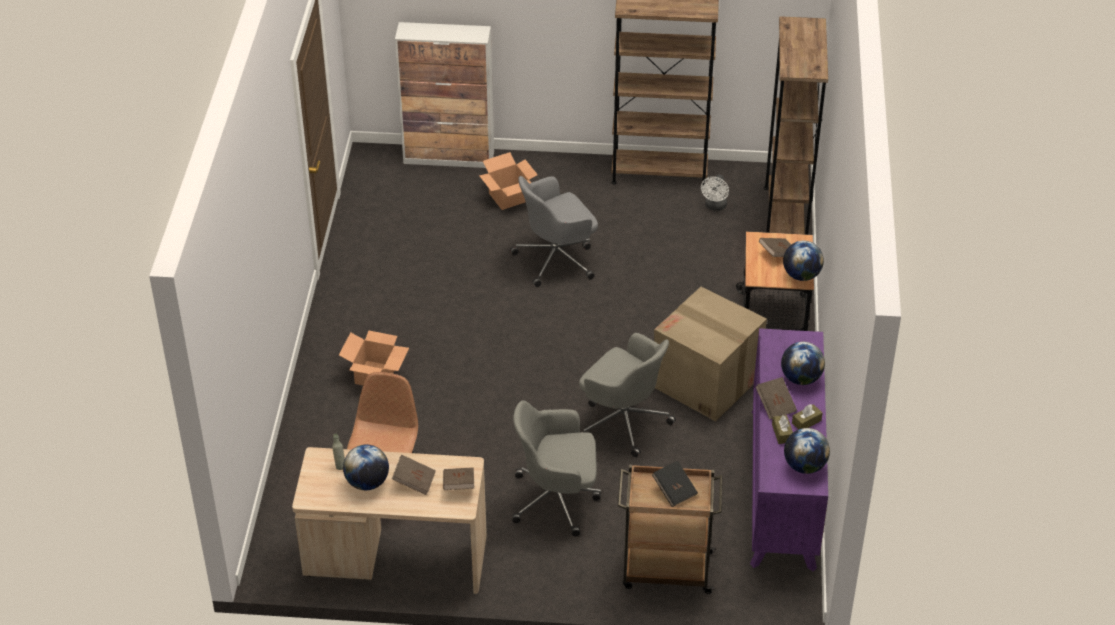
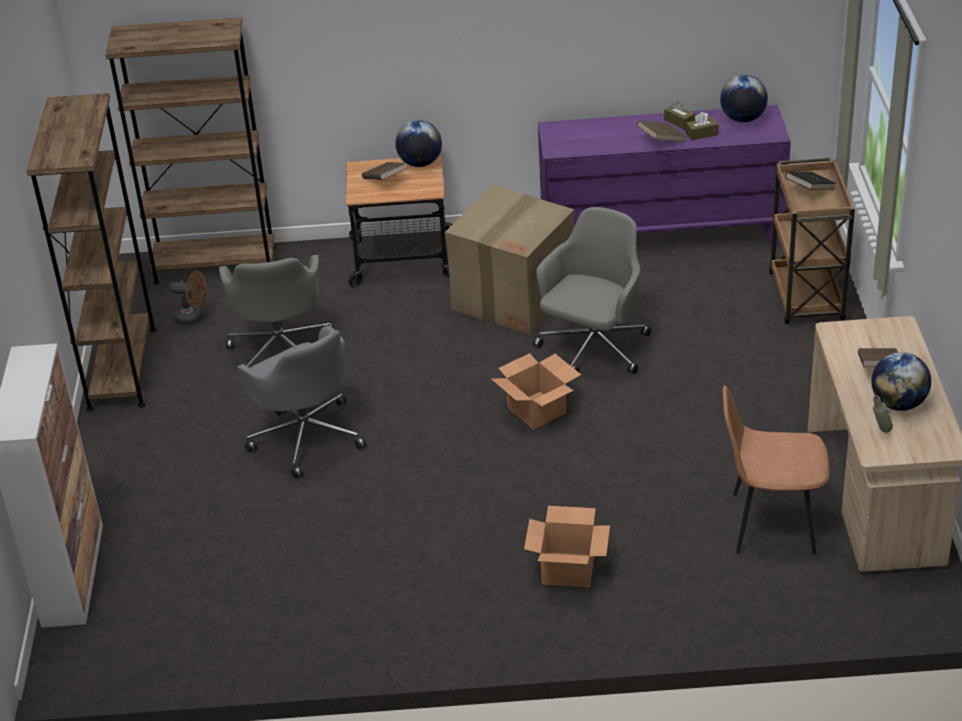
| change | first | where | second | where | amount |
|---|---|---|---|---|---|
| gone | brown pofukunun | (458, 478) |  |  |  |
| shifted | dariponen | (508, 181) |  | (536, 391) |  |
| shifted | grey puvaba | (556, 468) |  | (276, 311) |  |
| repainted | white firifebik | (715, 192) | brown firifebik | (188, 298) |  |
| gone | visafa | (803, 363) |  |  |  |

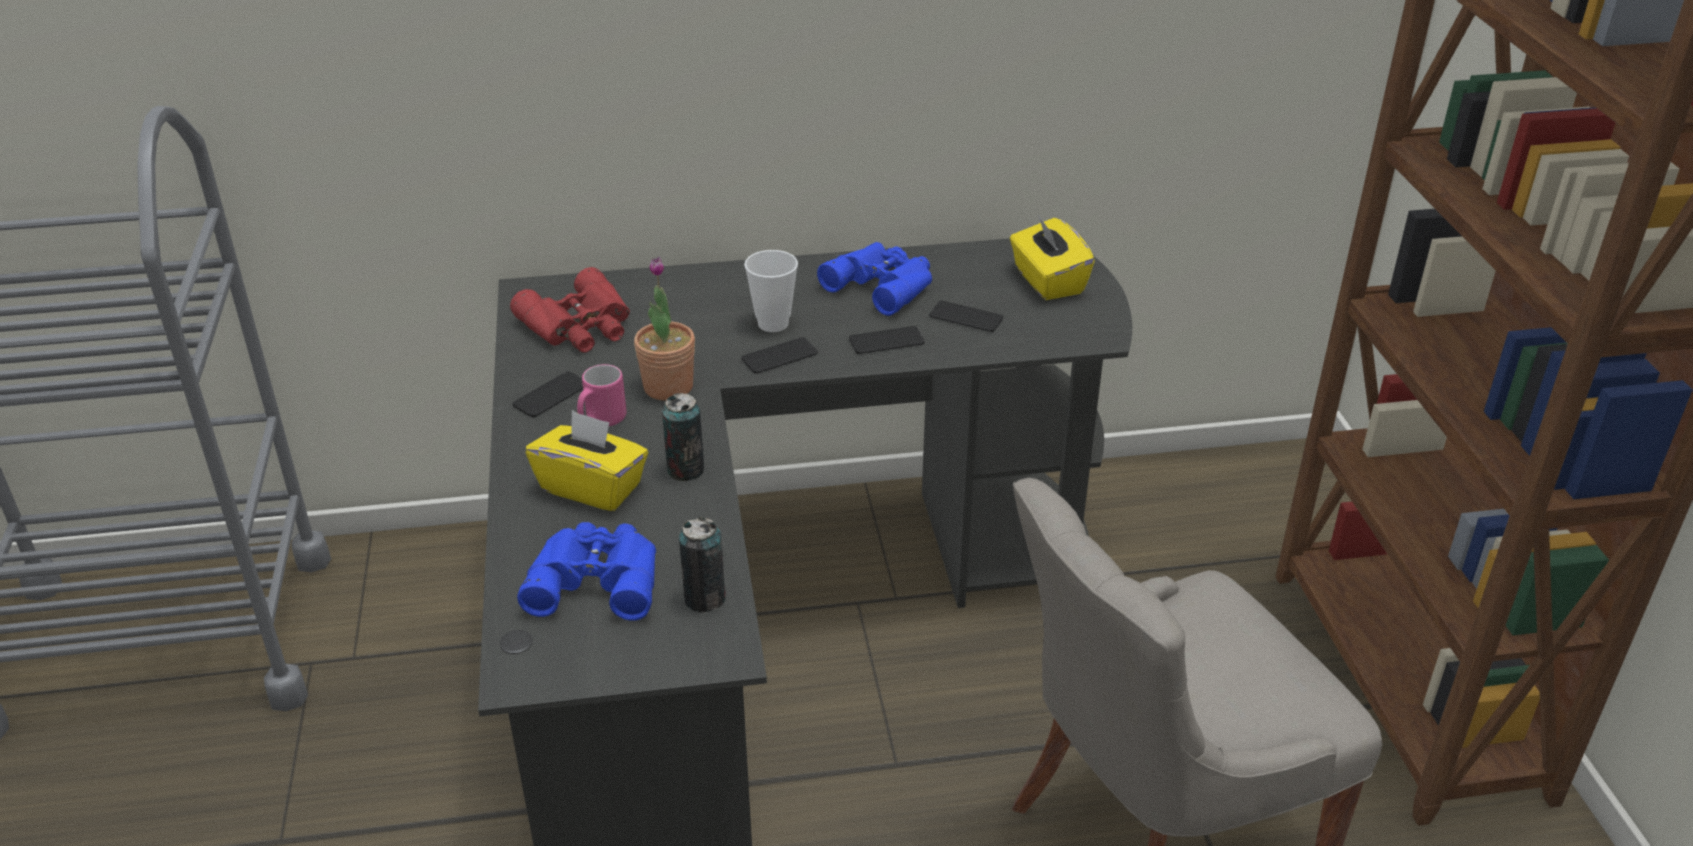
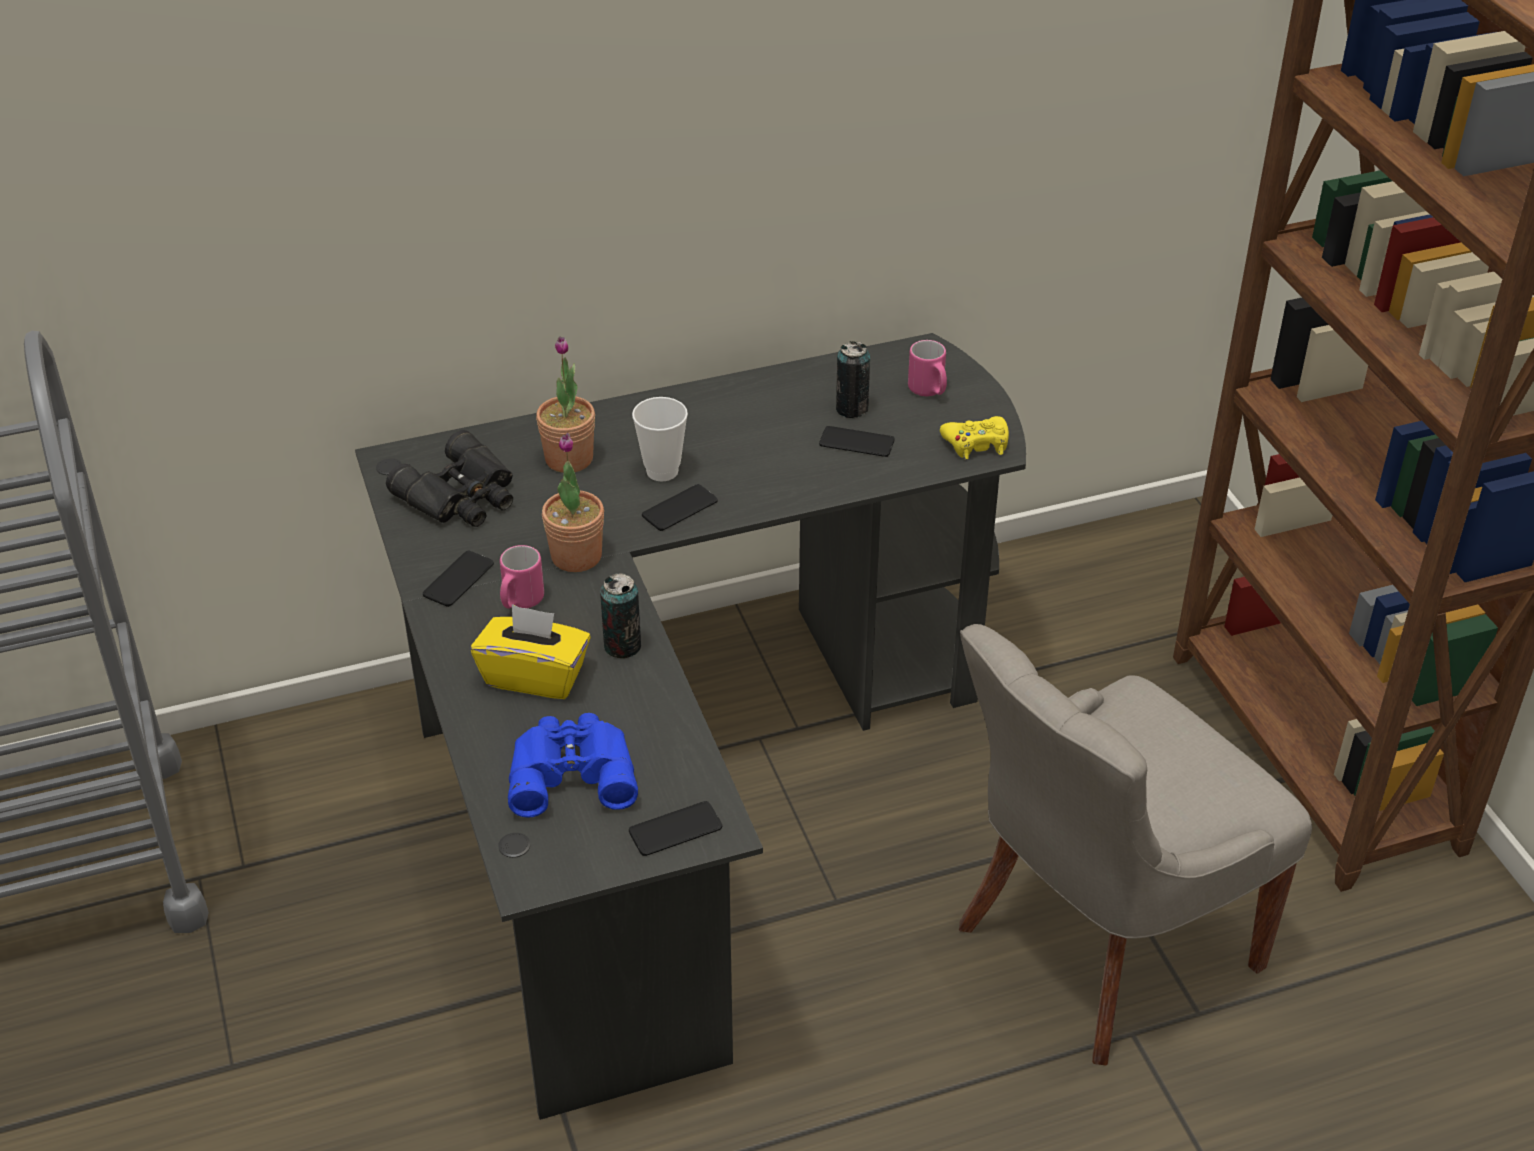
| change | first | where | second | where | amount |
|---|---|---|---|---|---|
| repainted | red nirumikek | (570, 310) | black nirumikek | (449, 478) |  |
| shifted | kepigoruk | (702, 565) |  | (853, 379) |  |
| gone | blue nirumikek | (874, 279) |  |  |  |
| shifted | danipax | (887, 340) |  | (675, 828) |  |
| swapped | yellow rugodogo | (1052, 257) | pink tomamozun | (927, 368) |  |
| new |  |  | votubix | (565, 404) |  |
| new |  |  | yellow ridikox | (974, 438) |  |

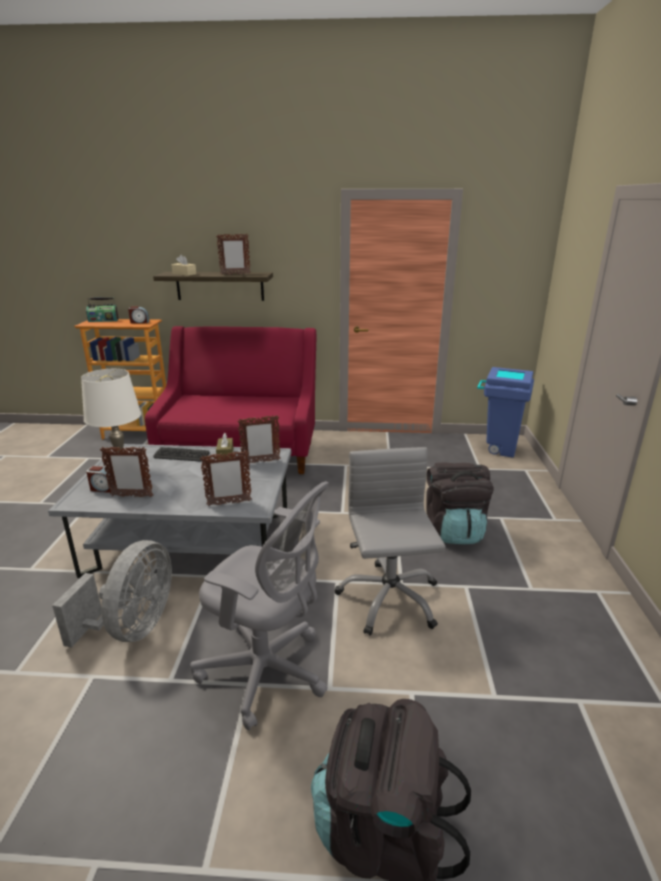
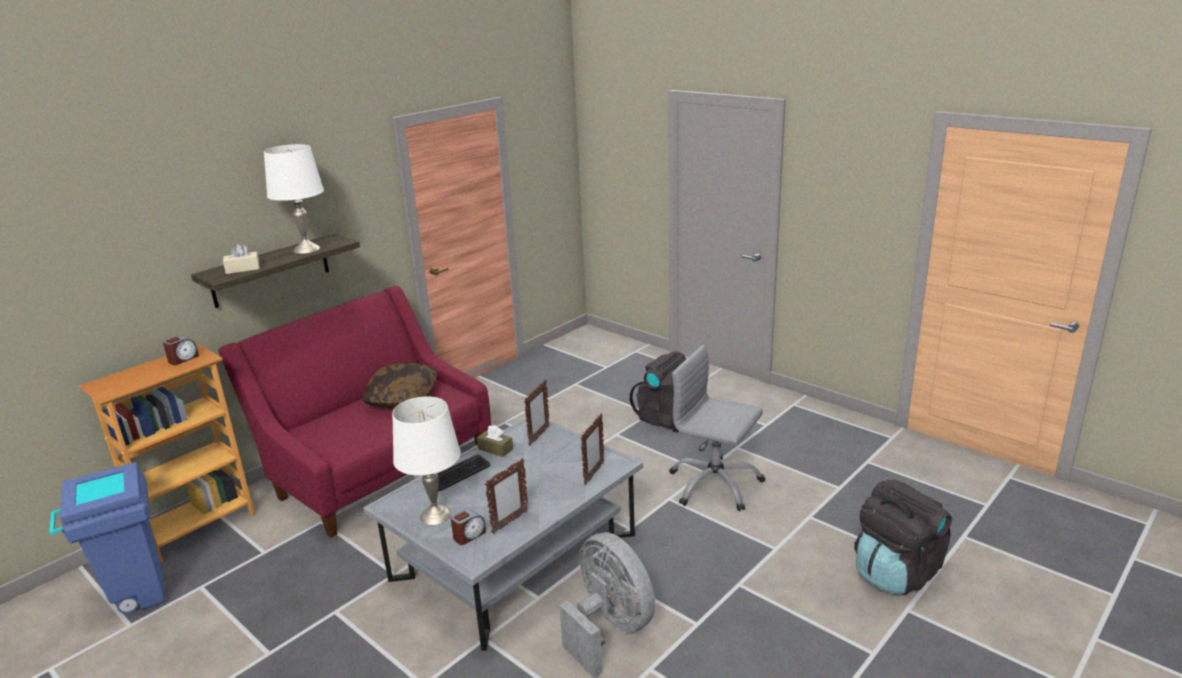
| change | first | where | second | where | amount |
|---|---|---|---|---|---|
| gone | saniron | (102, 309) |  |  |  |
| gone | grey puvaba | (259, 606) |  |  |  |
| swapped | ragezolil | (233, 254) | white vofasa | (294, 199) |  |
| shifted | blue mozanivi | (505, 412) |  | (107, 538) |  |
| new |  |  | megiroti | (399, 386) |  |

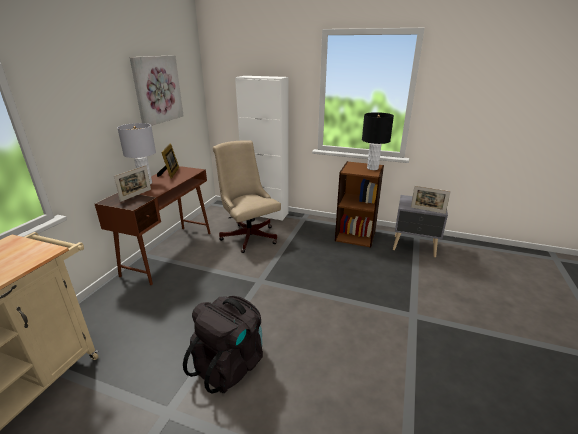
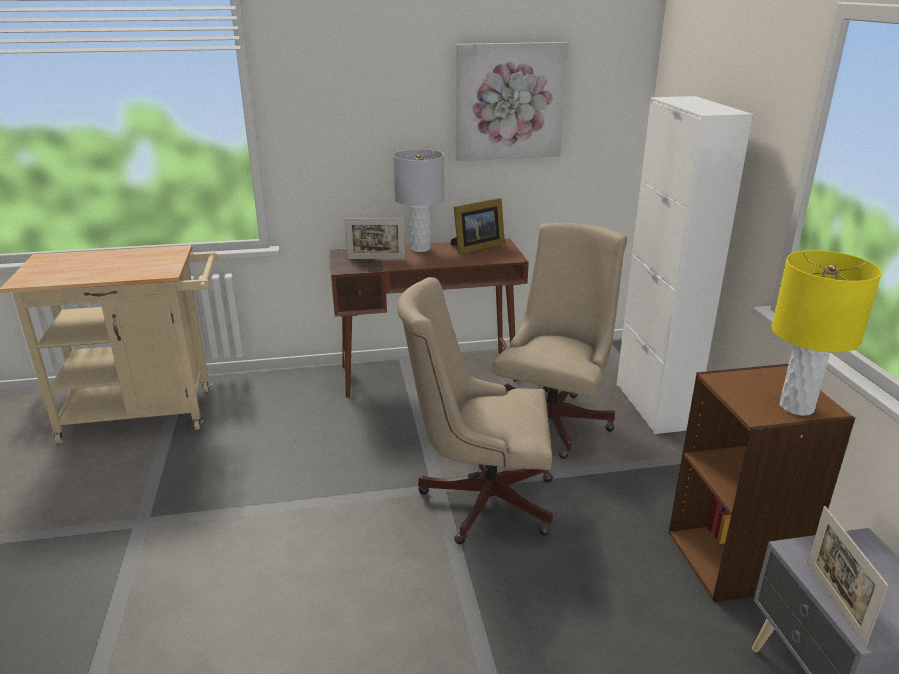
| change | first | where | second | where | amount |
|---|---|---|---|---|---|
| gone | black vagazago | (223, 344) |  |  |  |
| repainted | black vofasa | (378, 141) | yellow vofasa | (826, 333) |  |
| new |  |  | beige puvaba | (475, 410) |  |

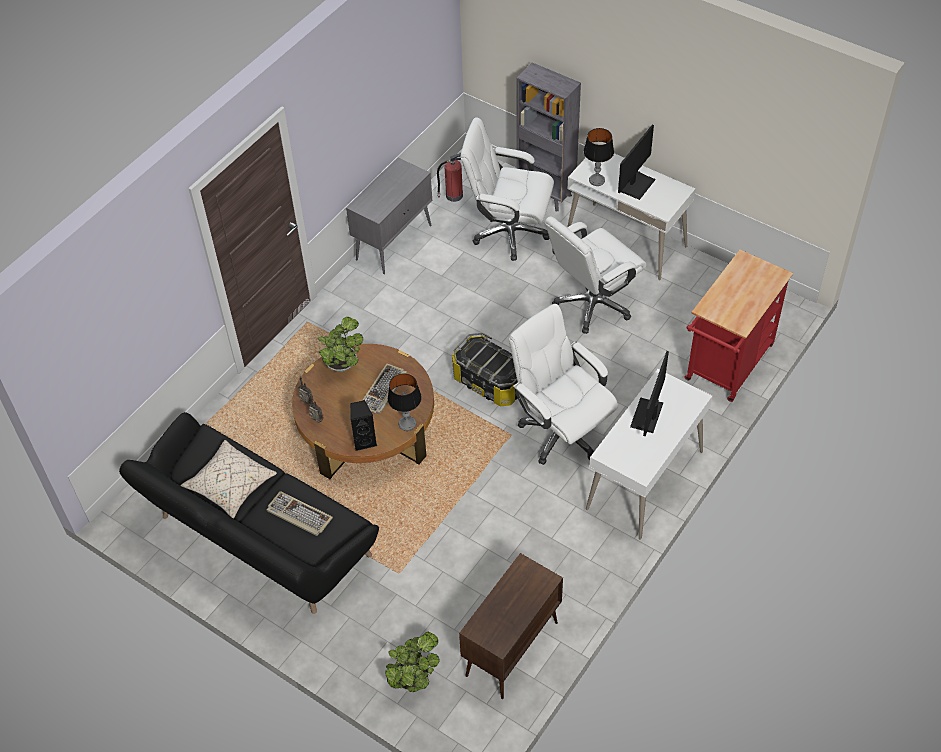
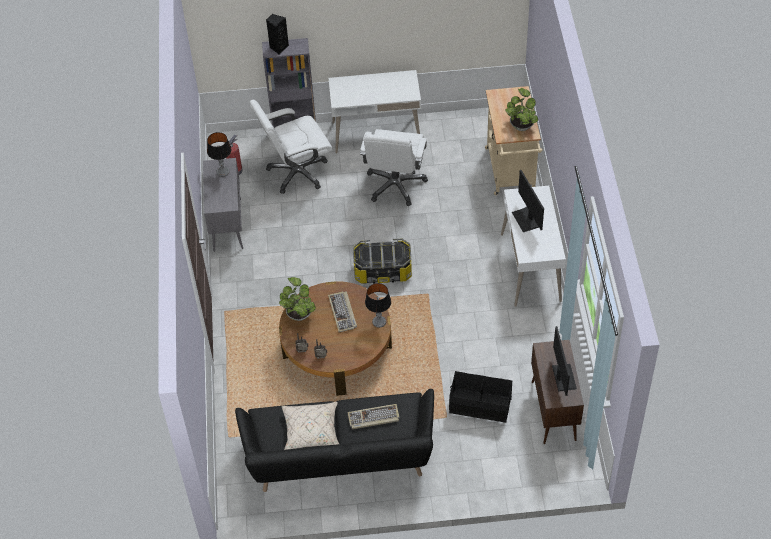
| change | first | where | second | where | amount |
|---|---|---|---|---|---|
| shifted | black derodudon | (363, 425) |  | (277, 34) |  |
| shifted | votubix | (412, 662) |  | (521, 109) |  |
| gone | white puvaba | (563, 384) |  |  |  |
| shifted | vofasa | (598, 157) |  | (219, 154) |  |
| shifted | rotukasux | (637, 162) |  | (564, 361) |  |
| repainted | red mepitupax | (738, 326) | beige mepitupax | (513, 140) |  |
| new |  |  | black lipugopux | (480, 397) |  |

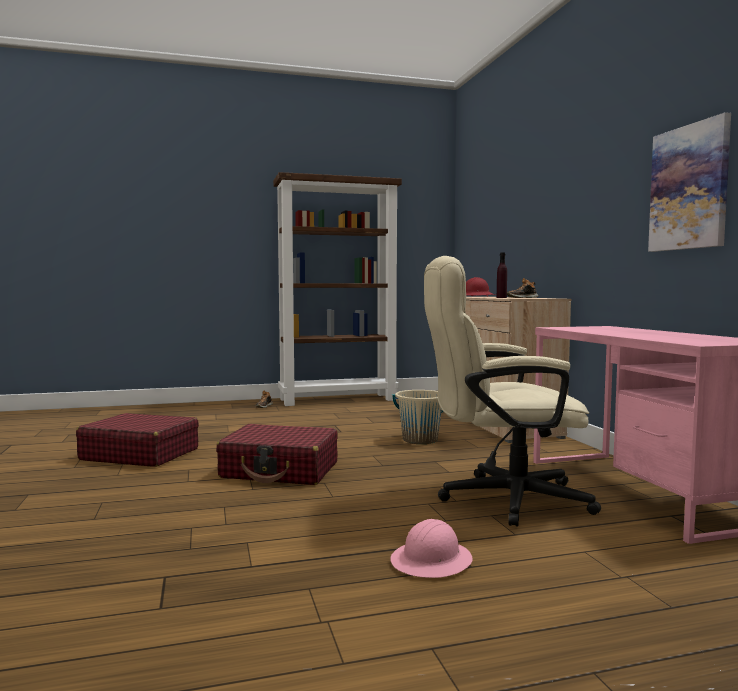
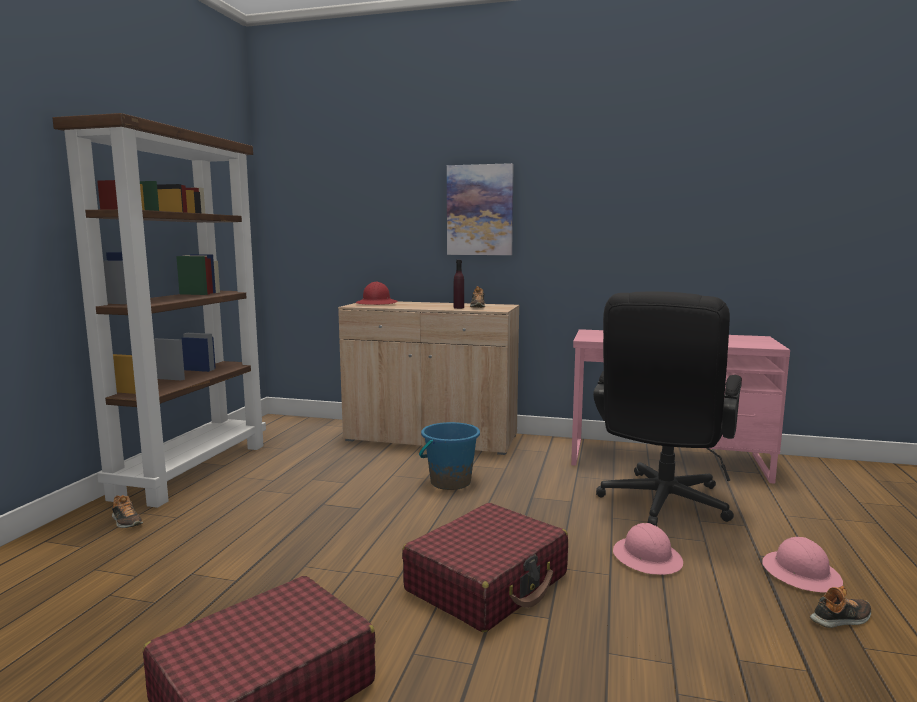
| change | first | where | second | where | amount |
|---|---|---|---|---|---|
| repainted | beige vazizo | (417, 417) | blue vazizo | (449, 456) |  |
| repainted | beige puvaba | (512, 391) | black puvaba | (667, 408) |  |
| shifted | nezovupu | (689, 182) |  | (480, 209) |  |
| new |  |  | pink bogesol | (648, 549) |  |
| new |  |  | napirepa | (840, 607) |  |

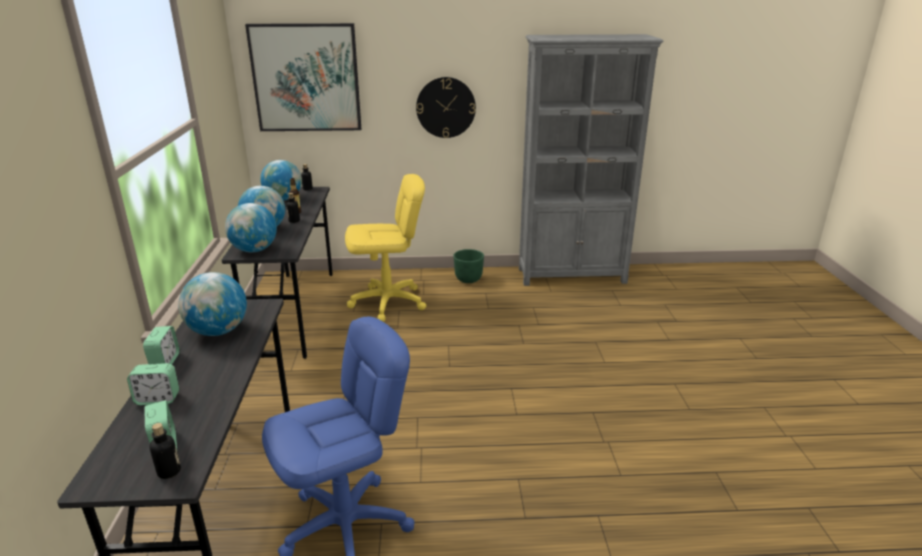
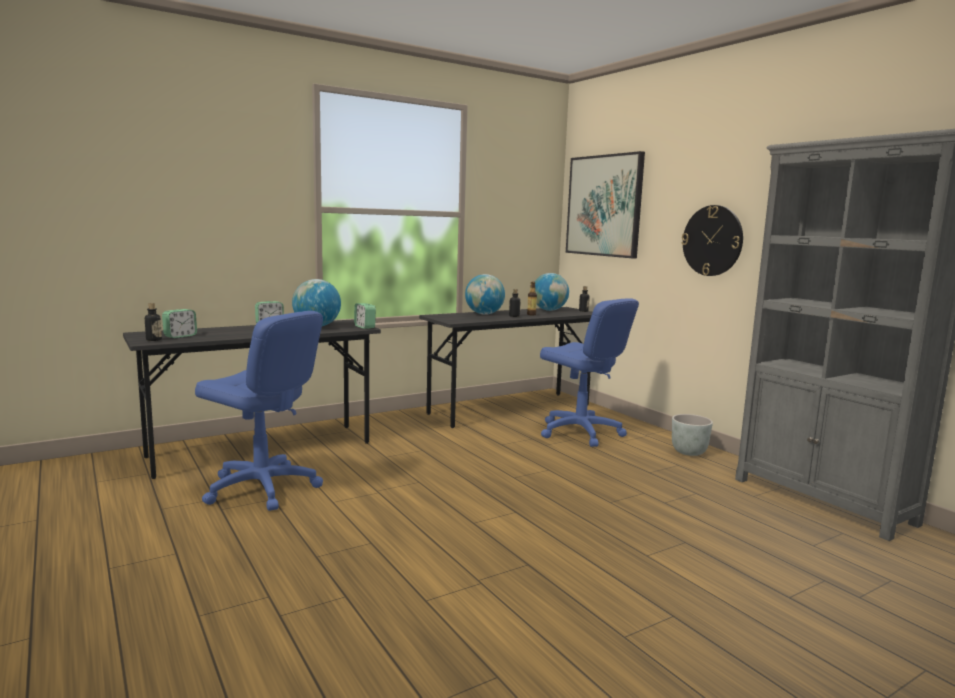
| change | first | where | second | where | amount |
|---|---|---|---|---|---|
| shifted | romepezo | (153, 384) |  | (365, 316) |  |
| gone | visafa | (251, 227) |  |  |  |
| repainted | yellow puvaba | (385, 248) | blue puvaba | (589, 372) |  |
| repainted | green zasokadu | (468, 266) | grey zasokadu | (692, 435) |  |

